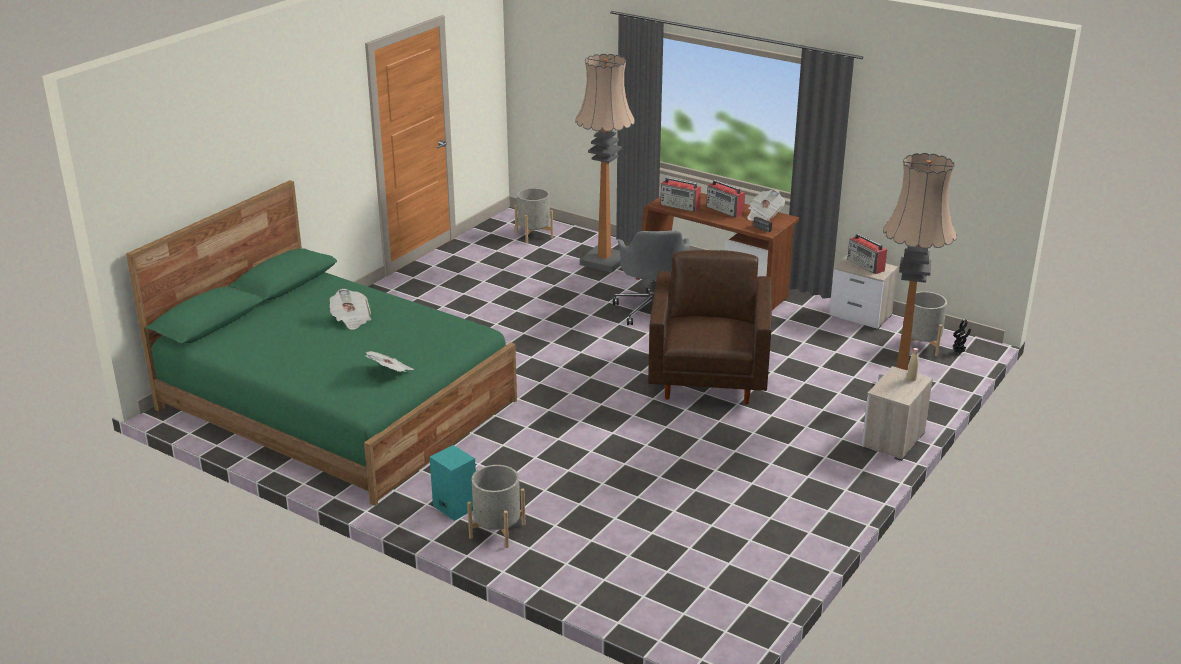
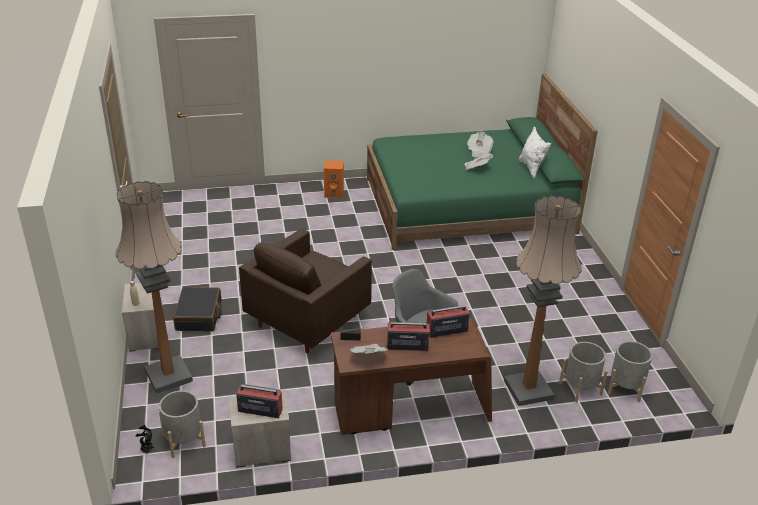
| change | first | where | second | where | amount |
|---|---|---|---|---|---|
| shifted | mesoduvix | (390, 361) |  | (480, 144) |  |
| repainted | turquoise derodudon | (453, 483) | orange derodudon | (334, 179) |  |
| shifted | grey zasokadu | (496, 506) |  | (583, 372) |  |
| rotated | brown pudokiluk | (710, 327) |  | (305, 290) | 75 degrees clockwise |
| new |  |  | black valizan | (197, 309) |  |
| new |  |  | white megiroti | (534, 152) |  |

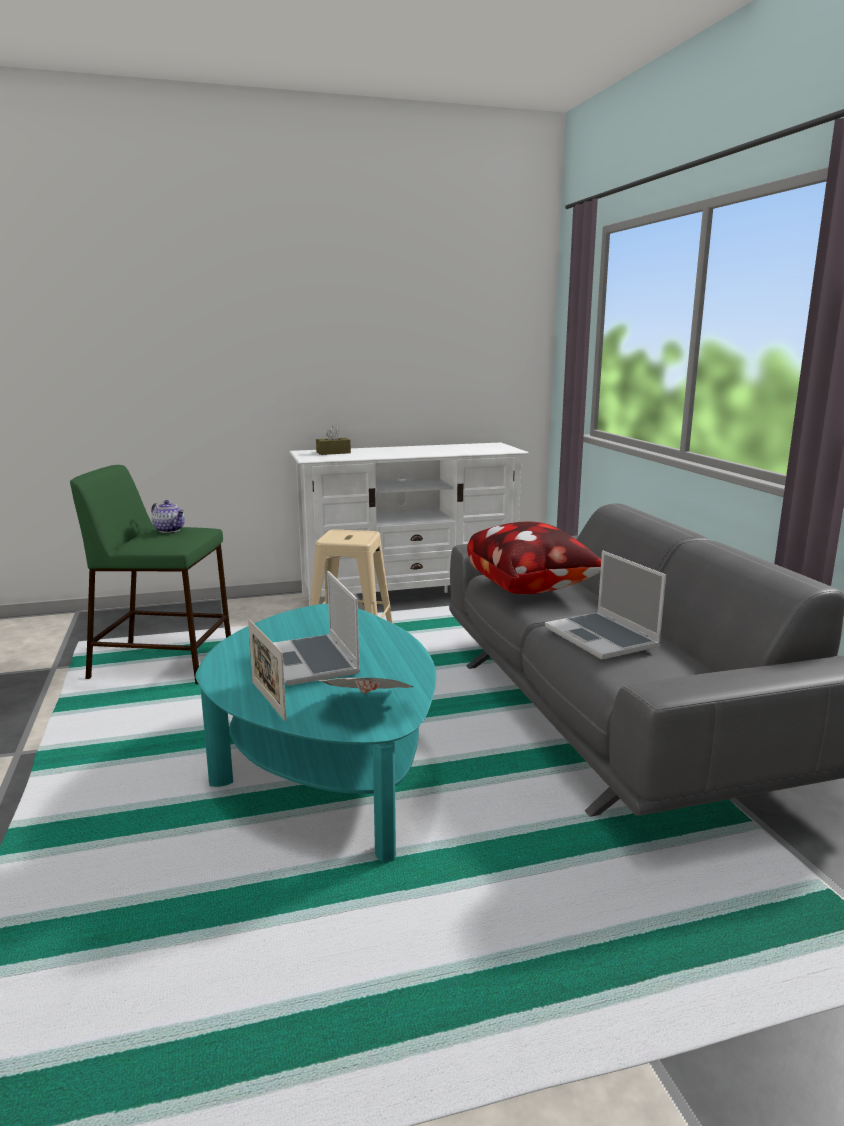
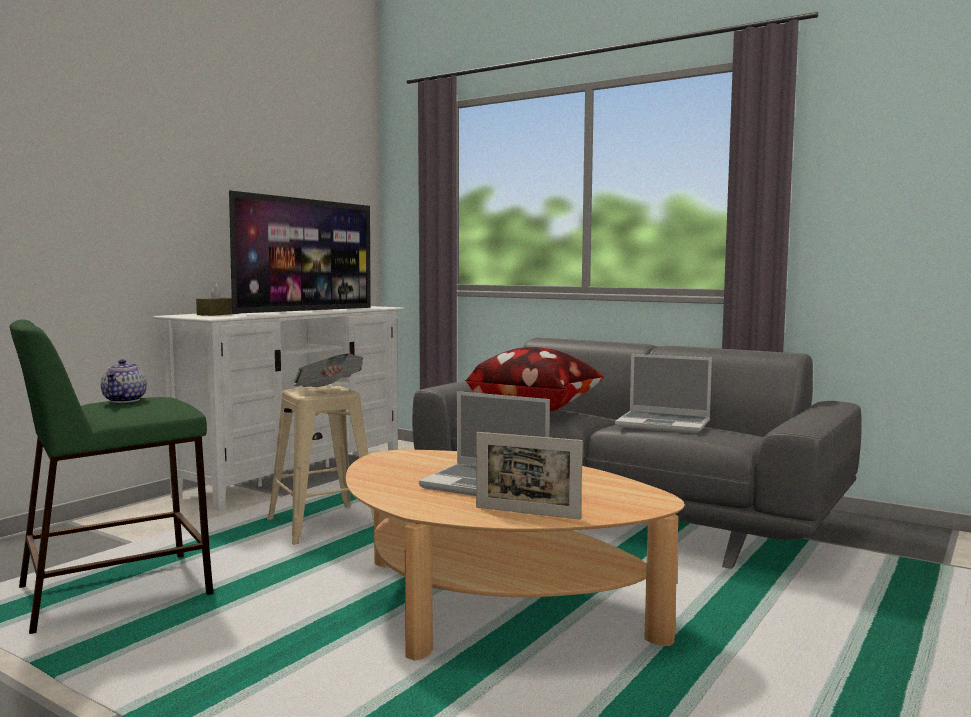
| change | first | where | second | where | amount |
|---|---|---|---|---|---|
| rotated | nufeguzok | (168, 516) |  | (124, 381) | 90 degrees clockwise |
| repainted | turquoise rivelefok | (315, 733) | beige rivelefok | (515, 555) |  |
| shifted | mesoduvix | (365, 685) |  | (329, 370) |  |
| new |  |  | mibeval | (300, 252) |  |

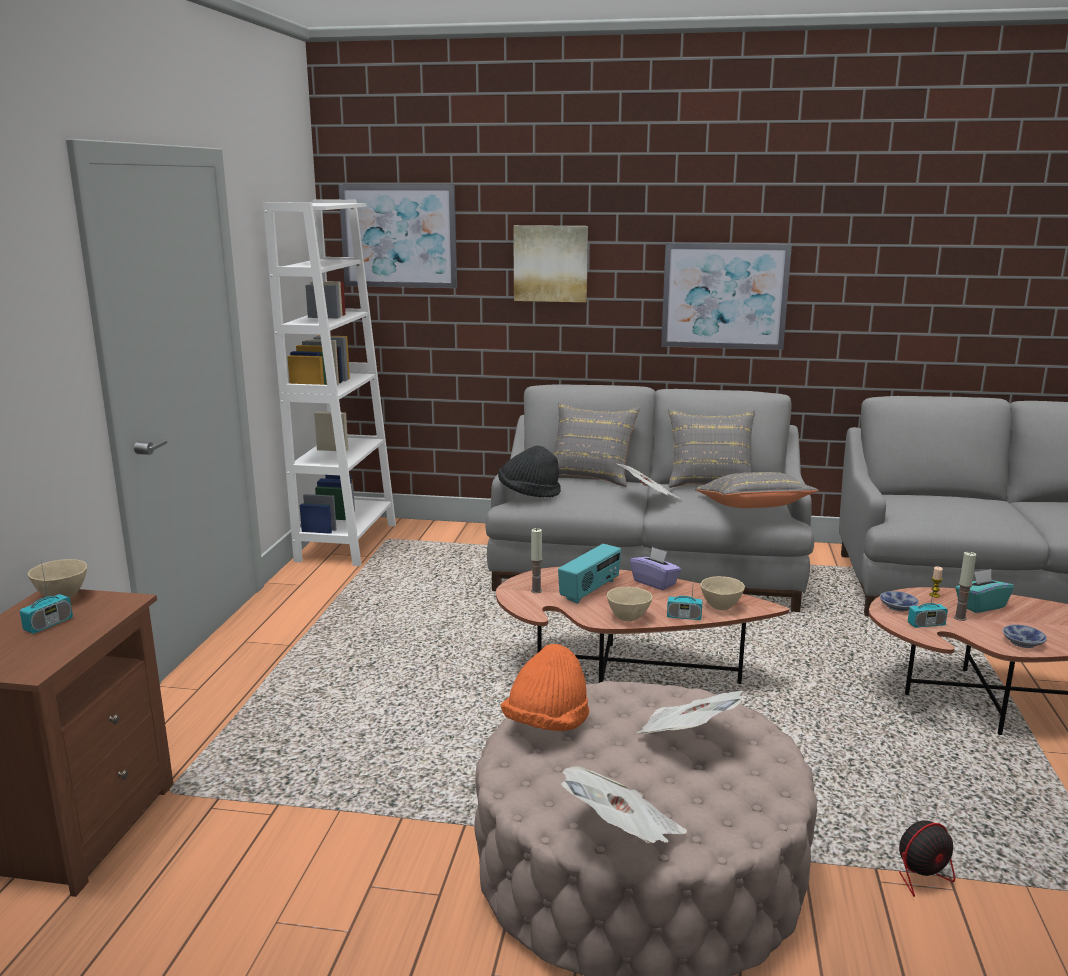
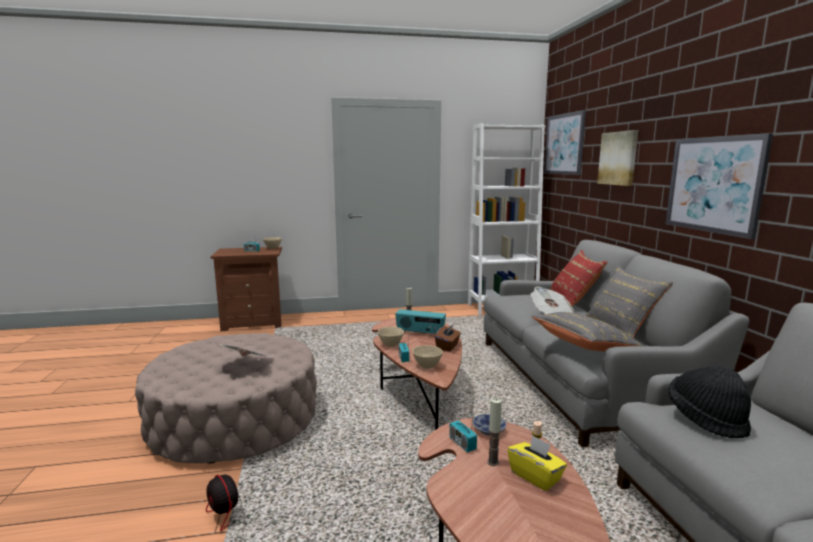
| change | first | where | second | where | amount |
|---|---|---|---|---|---|
| shifted | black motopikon | (529, 472) |  | (709, 402) |  |
| gone | orange motopikon | (545, 687) |  |  |  |
| repainted | grey megiroti | (596, 444) | red megiroti | (578, 278) |  |
| gone | mesoduvix | (623, 805) |  |  |  |
| repainted | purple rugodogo | (655, 568) | brown rugodogo | (448, 338) |  |
| repainted | turquoise rugodogo | (984, 591) | yellow rugodogo | (537, 463) |  |
| gone | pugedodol | (1025, 636) |  |  |  |

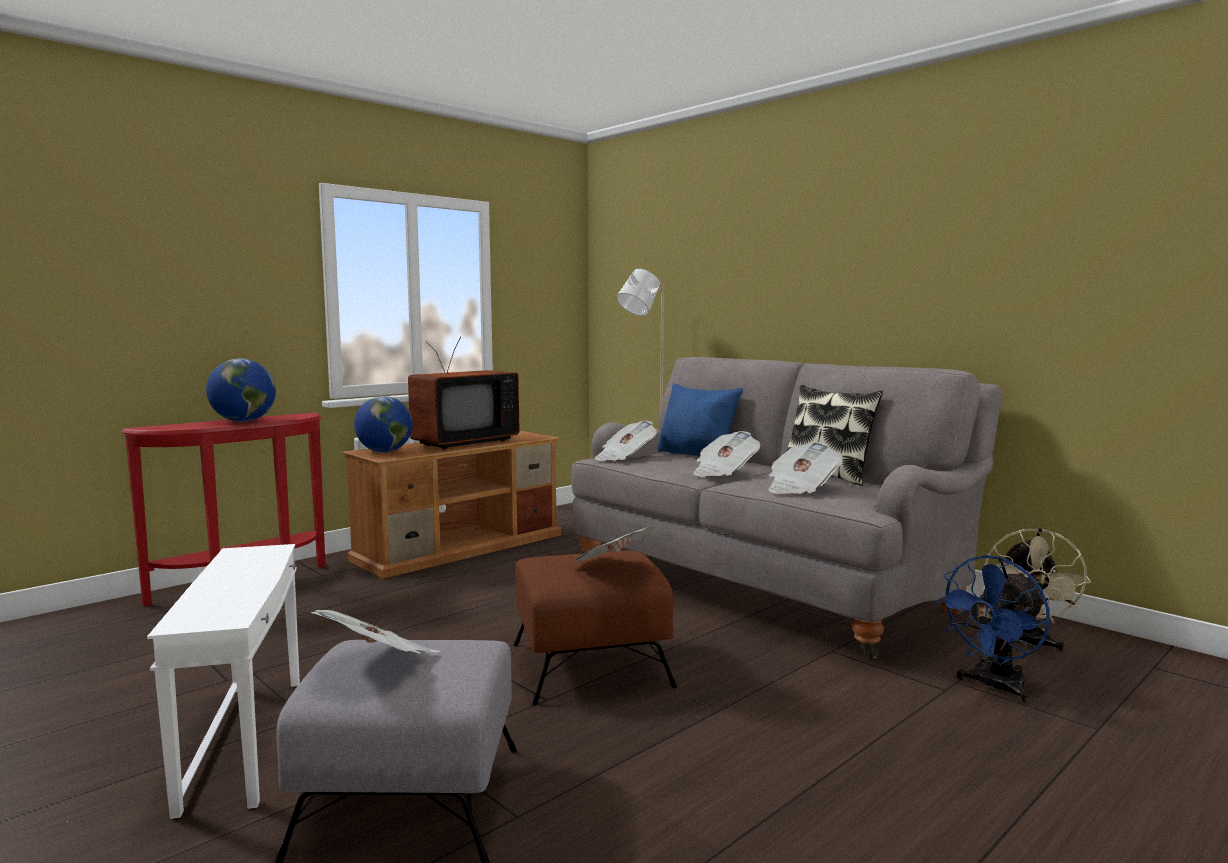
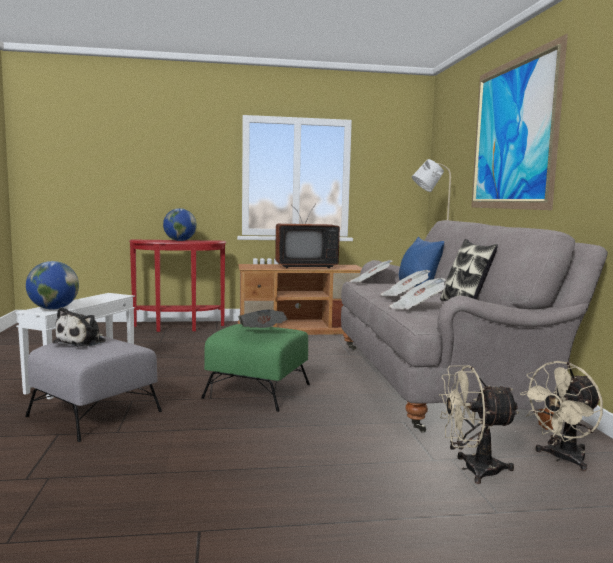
| change | first | where | second | where | amount |
|---|---|---|---|---|---|
| swapped | mesoduvix | (375, 632) | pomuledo | (79, 327) |  |
| shifted | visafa | (383, 424) |  | (52, 285) |  |
| repainted | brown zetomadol | (595, 627) | green zetomadol | (255, 368) |  |
| repainted | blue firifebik | (992, 629) | beige firifebik | (479, 424) |  |
| new |  |  | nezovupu | (519, 122) |  |

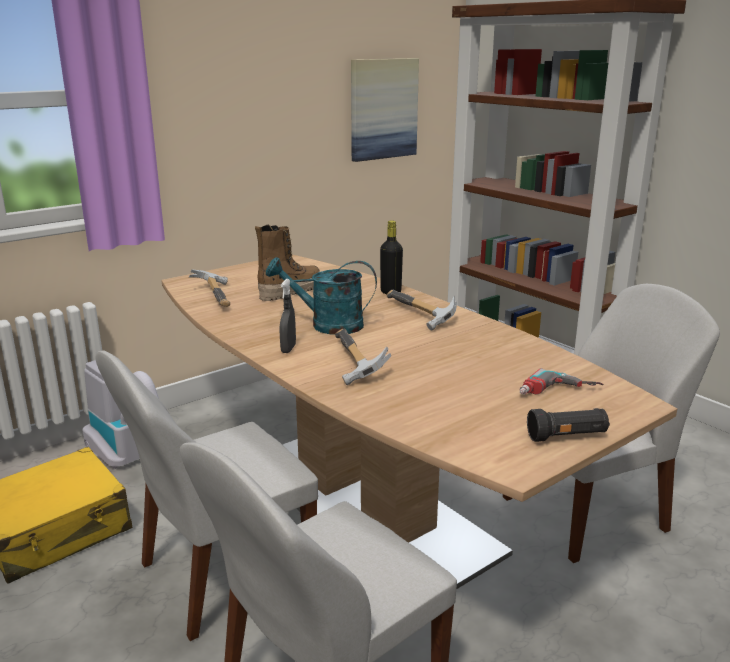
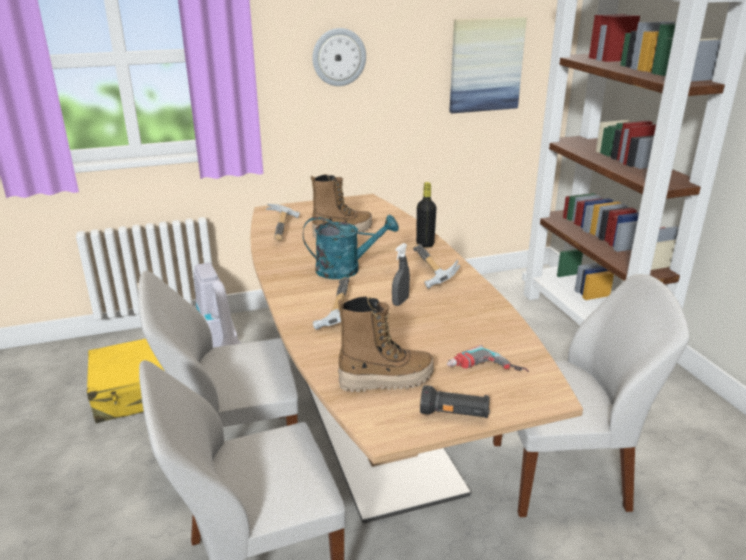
| change | first | where | second | where | amount |
|---|---|---|---|---|---|
| rotated | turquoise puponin | (321, 296) |  | (351, 247) | 150 degrees clockwise |
| shifted | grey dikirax | (287, 316) |  | (401, 274) |  |
| new |  |  | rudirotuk | (339, 57) |  |
| new |  |  | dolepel | (386, 344) |  |

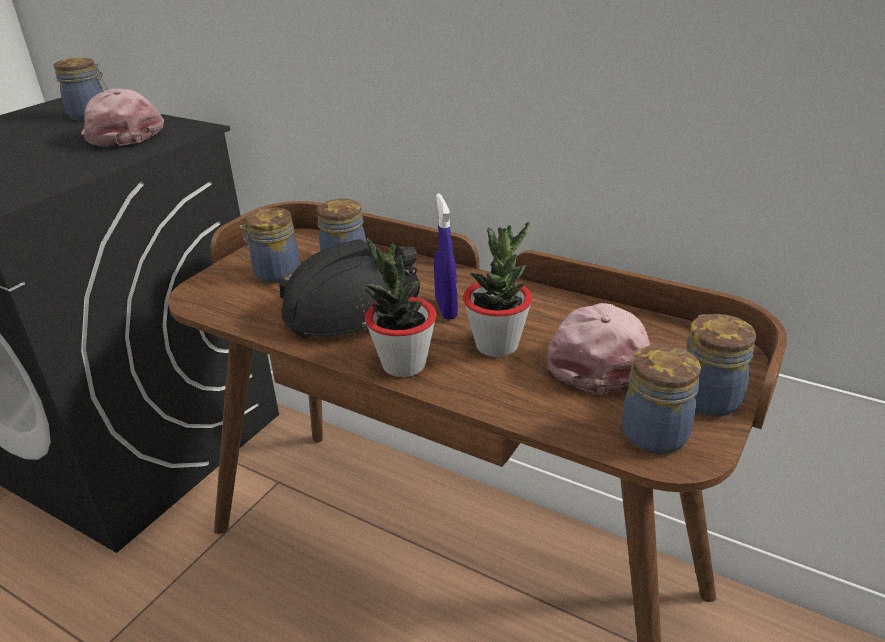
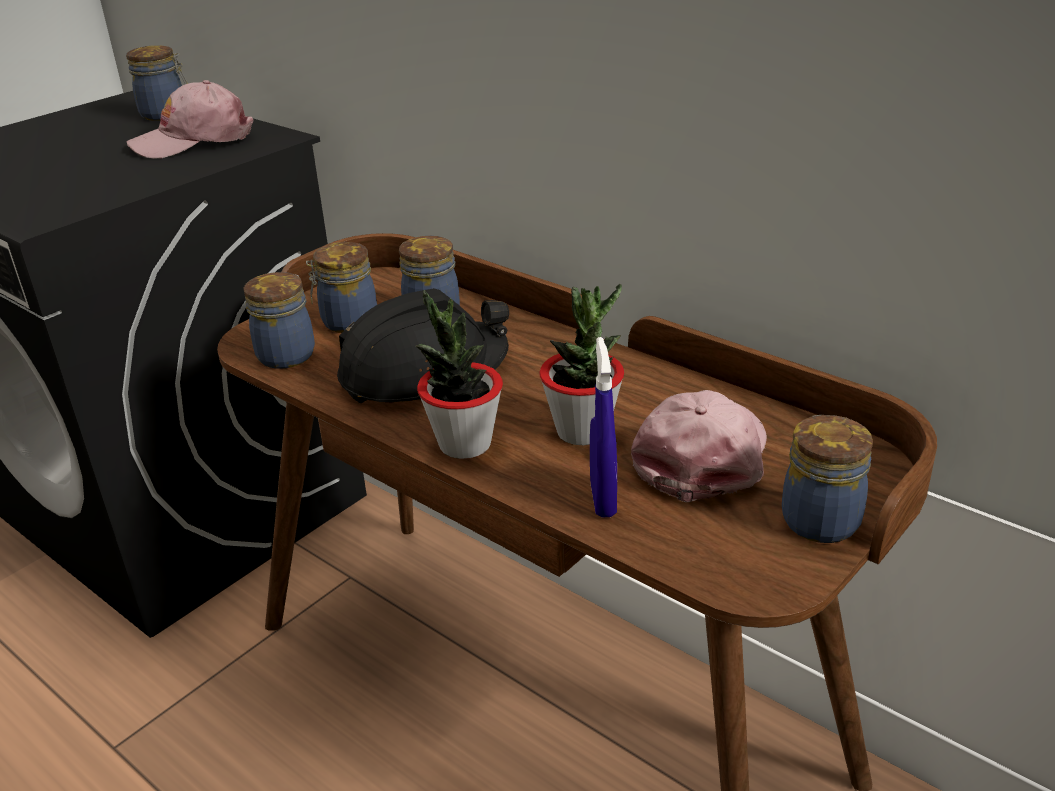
| change | first | where | second | where | amount |
|---|---|---|---|---|---|
| rotated | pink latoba | (122, 118) |  | (190, 119) | 90 degrees counterclockwise |
| shifted | blue dikirax | (446, 256) |  | (603, 427) |  |
| shifted | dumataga | (661, 399) |  | (279, 320) |  |

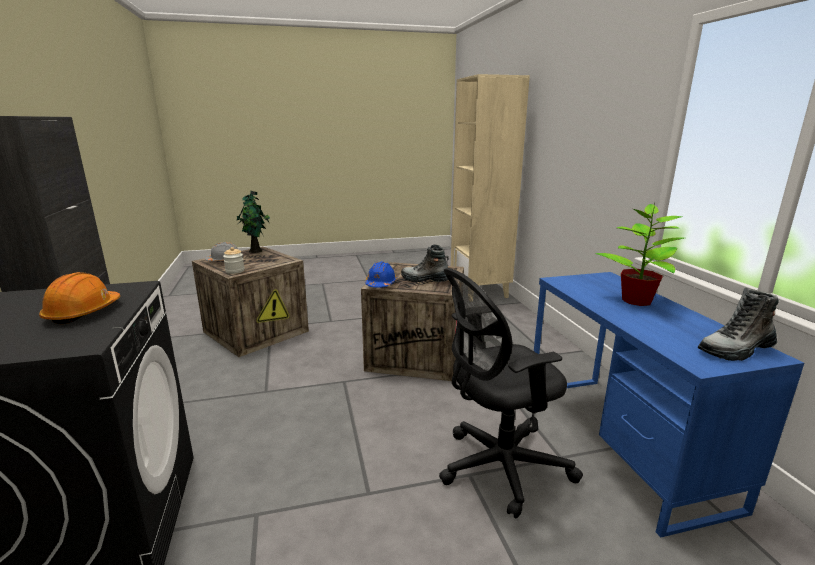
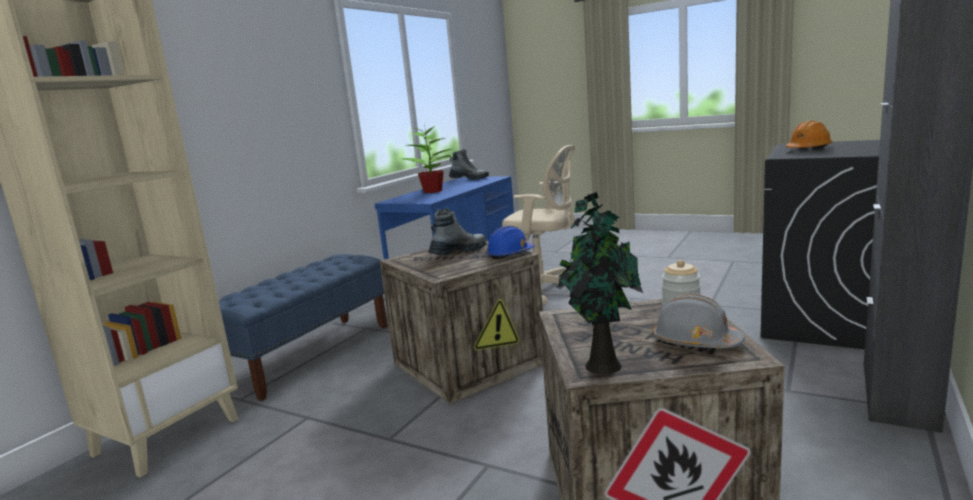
| change | first | where | second | where | amount |
|---|---|---|---|---|---|
| rotated | dolepel | (425, 263) |  | (457, 231) | 105 degrees counterclockwise |
| repainted | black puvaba | (511, 393) | beige puvaba | (538, 225) |  |
| new |  |  | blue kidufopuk | (303, 327) |  |

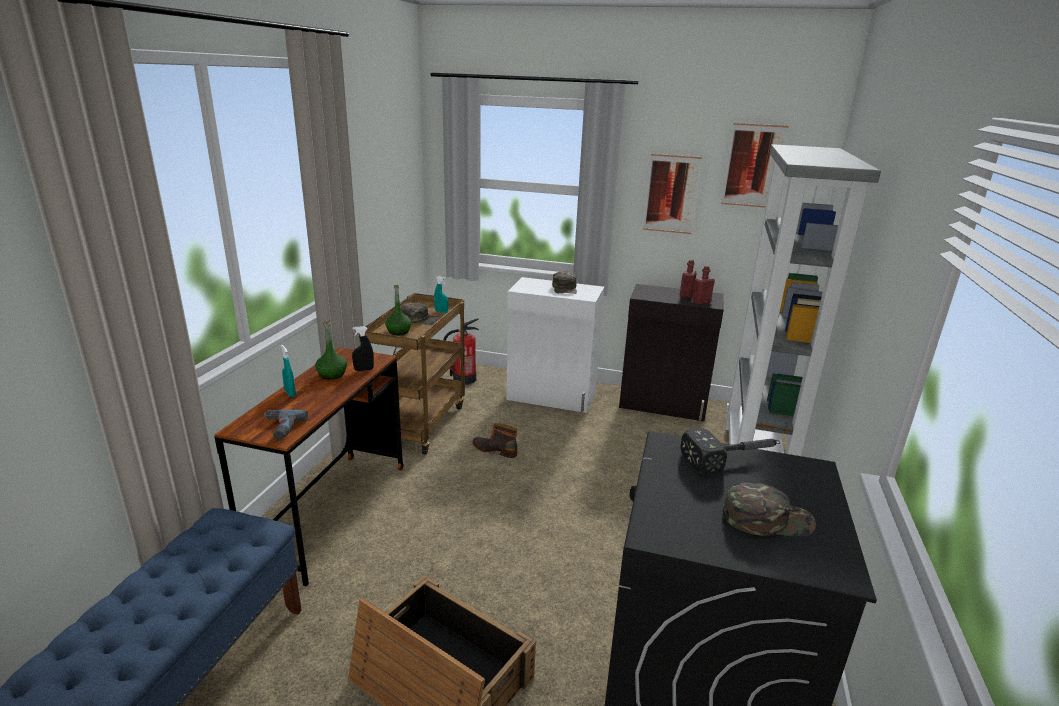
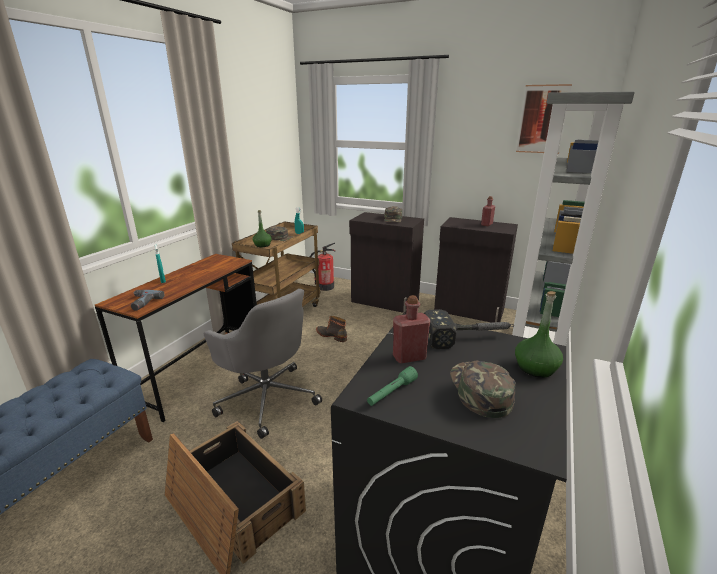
| change | first | where | second | where | amount |
|---|---|---|---|---|---|
| shifted | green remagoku | (331, 350) |  | (539, 334) |  |
| gone | black dikirax | (363, 348) |  |  |  |
| repainted | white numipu | (555, 345) | black numipu | (386, 262) |  |
| gone | nezovupu | (672, 194) |  |  |  |
| shifted | red remagoku | (703, 285) |  | (411, 329) |  |
| rotated | green latoba | (769, 509) |  | (483, 389) | 105 degrees counterclockwise |
| new |  |  | grey puvaba | (262, 364) |  |
| new |  |  | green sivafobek | (392, 386) |  |

